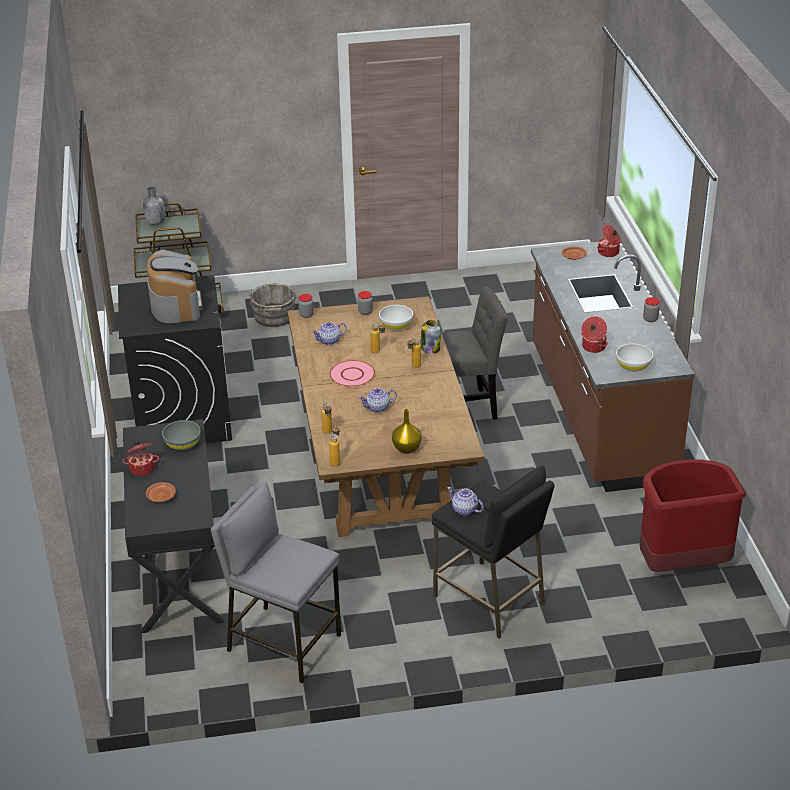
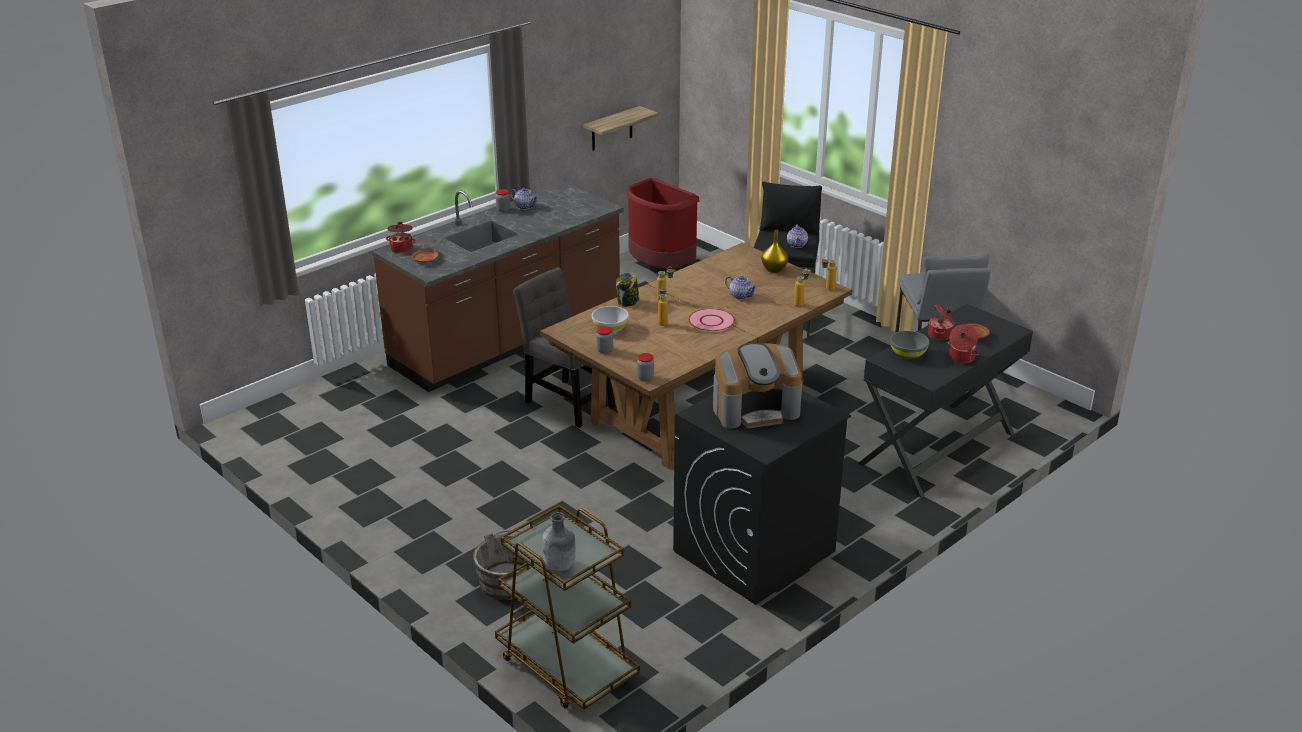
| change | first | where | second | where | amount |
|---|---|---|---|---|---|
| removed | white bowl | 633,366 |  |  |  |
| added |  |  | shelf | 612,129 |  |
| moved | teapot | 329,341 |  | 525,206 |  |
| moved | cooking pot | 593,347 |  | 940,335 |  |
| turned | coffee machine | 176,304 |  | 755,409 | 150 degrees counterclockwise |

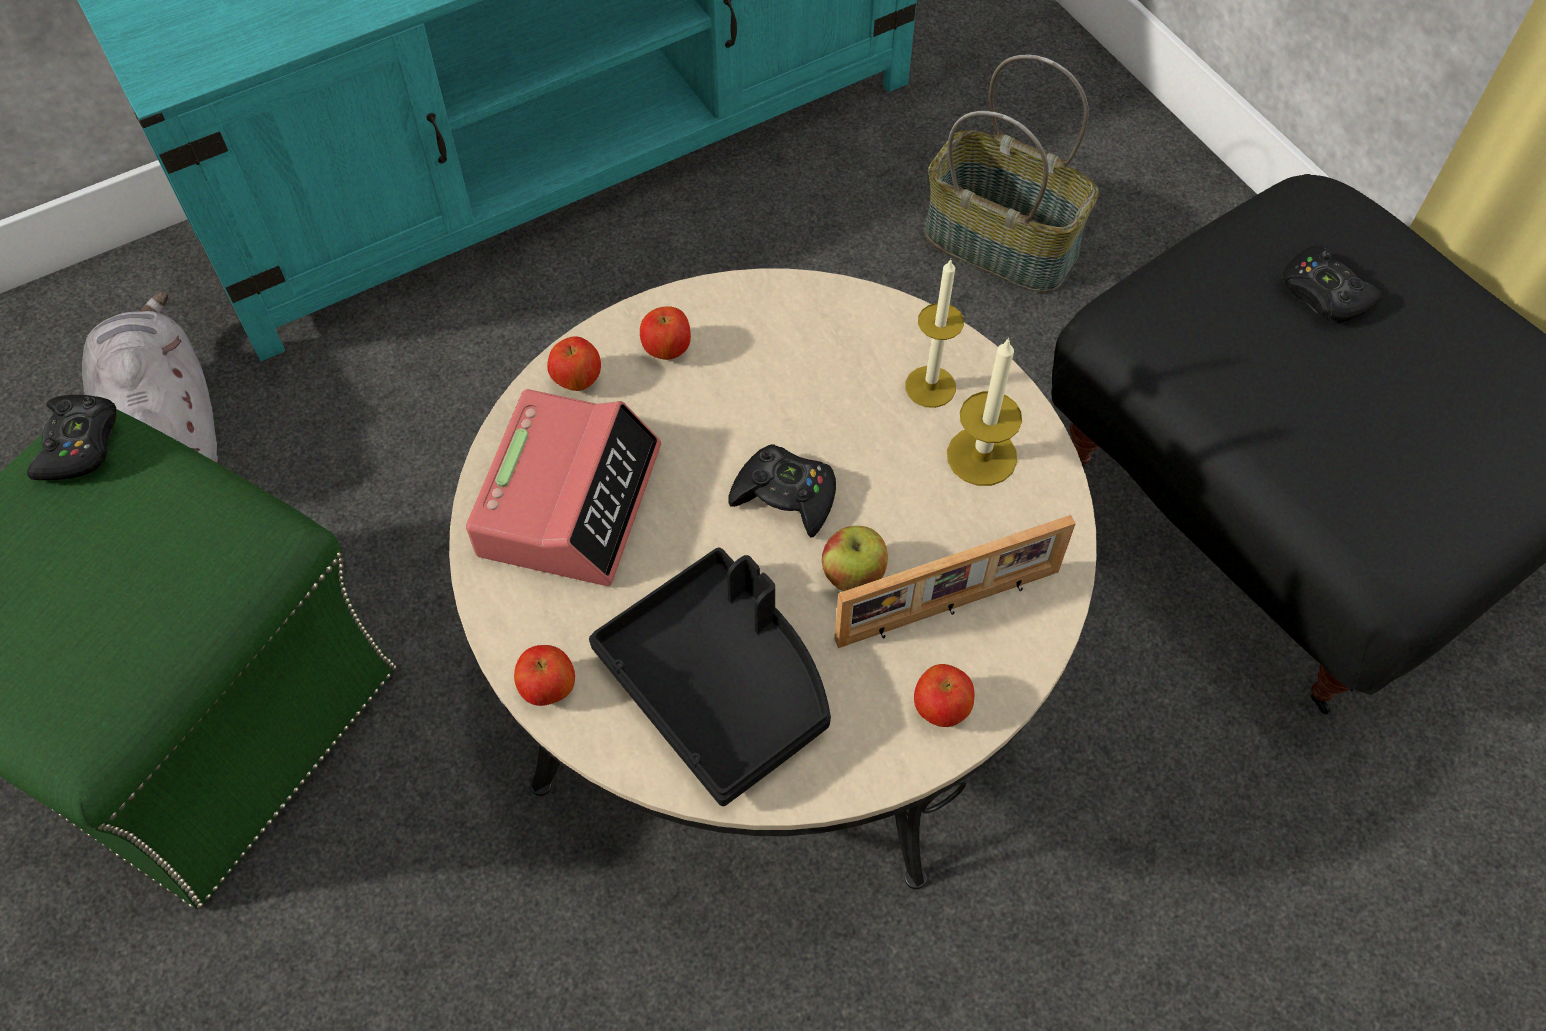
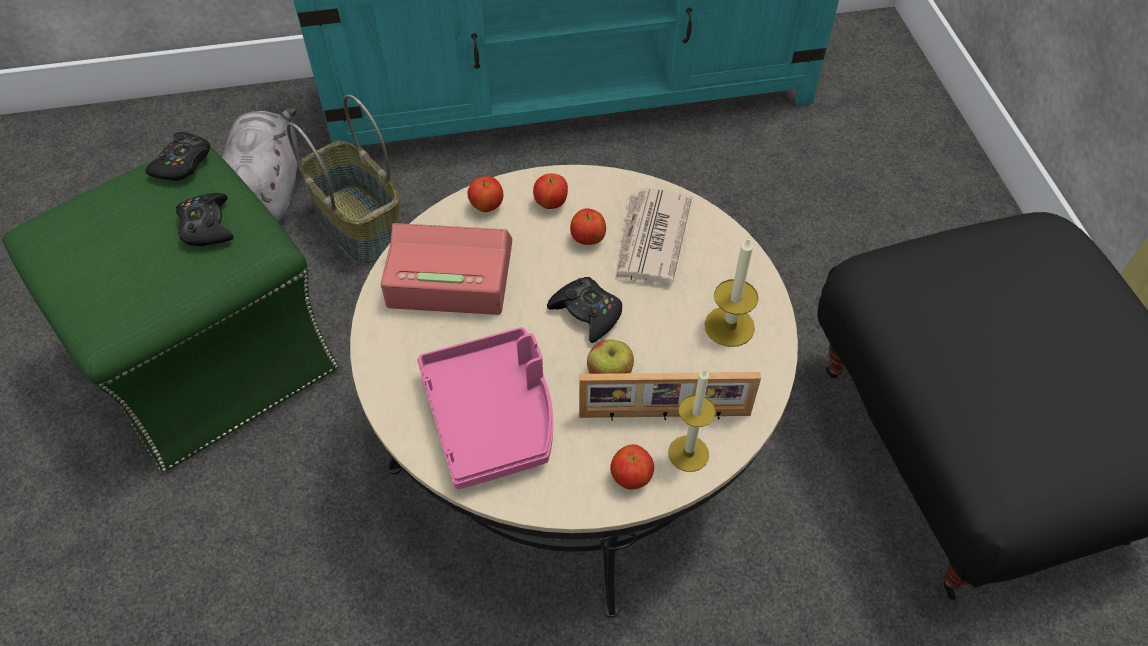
| change | first | where | second | where | amount |
|---|---|---|---|---|---|
| added |  |  | newspaper | 650,240 |  |
| moved | apple | 548,688 |  | 588,239 |  |
| moved | candle | 930,386 |  | 688,453 |  |
| moved | basket | 1003,243 |  | 361,225 |  |
| moved | black game controller | 1324,293 |  | 207,226 |  |
| recoloured | black tray | 720,684 | pink tray | 493,416 |  |
| turned | alarm clock | 569,499 |  | 449,275 | 120 degrees counterclockwise |

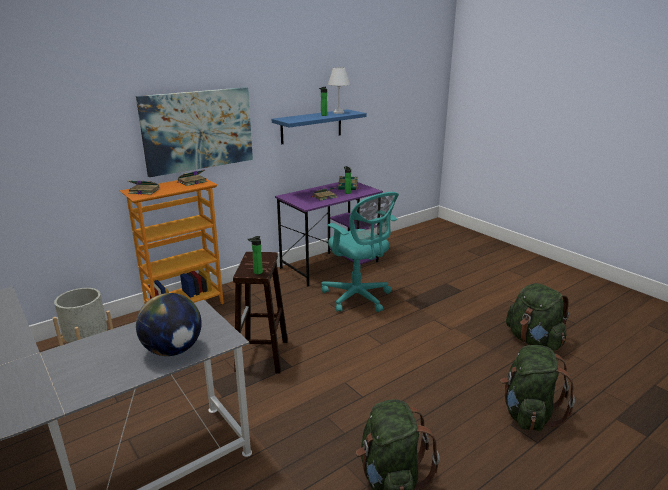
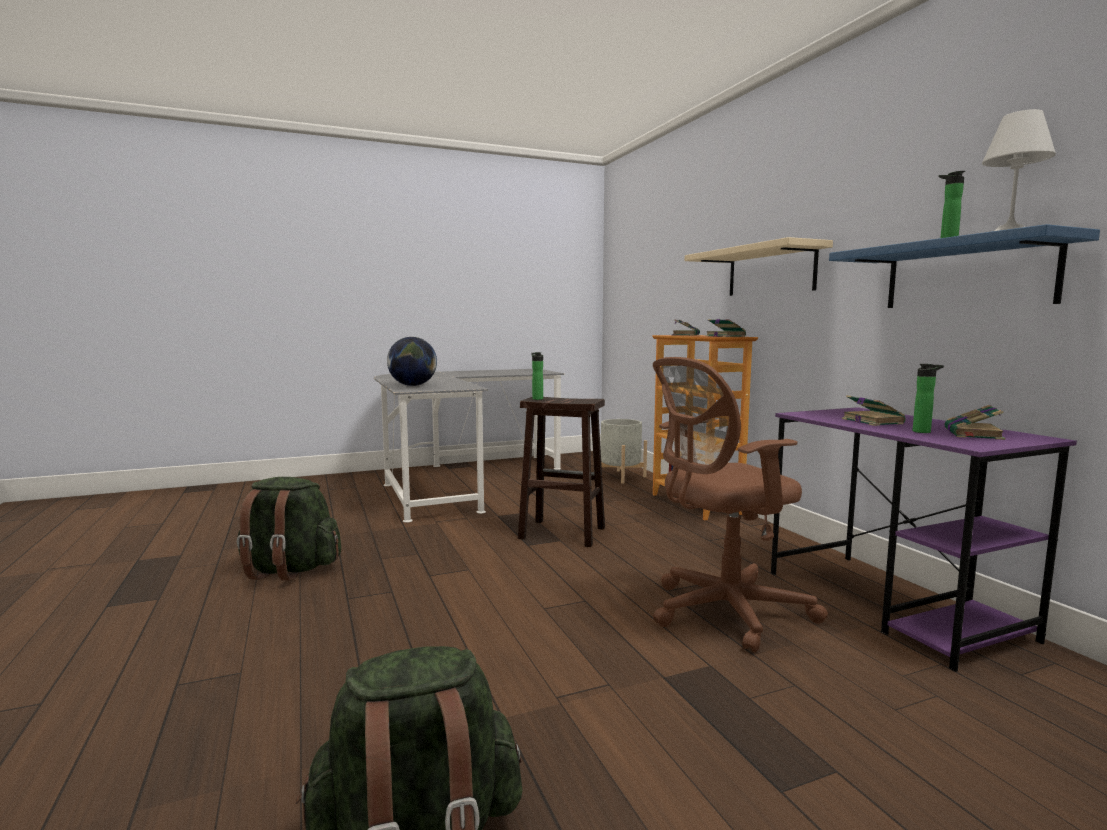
| change | first | where | second | where | amount |
|---|---|---|---|---|---|
| removed | green backpack | 528,414 |  |  |  |
| replaced | picture | 198,130 | beige shelf | 770,271 |  |
| recoloured | turquoise office chair | 358,298 | brown office chair | 722,612 |  |

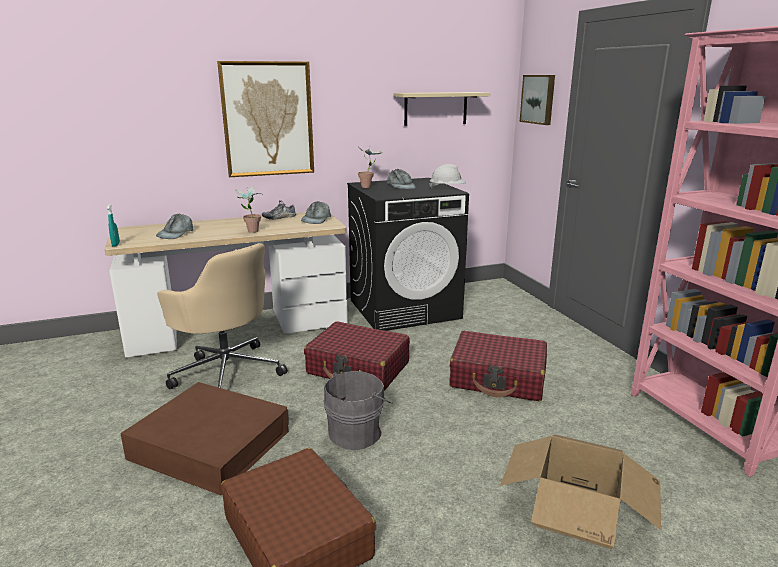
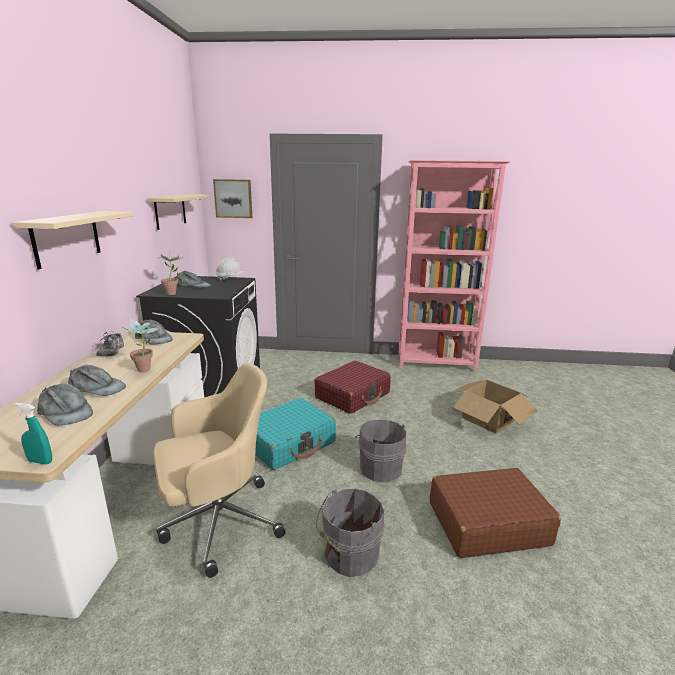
| change | first | where | second | where | amount |
|---|---|---|---|---|---|
| added |  |  | grey cap | 97,388 |  |
| replaced | brown storage box | 210,445 | grey bucket | 349,555 |  |
| replaced | picture | 268,119 | beige shelf | 67,238 |  |
| recoloured | red suitcase | 358,368 | turquoise suitcase | 289,443 |  |

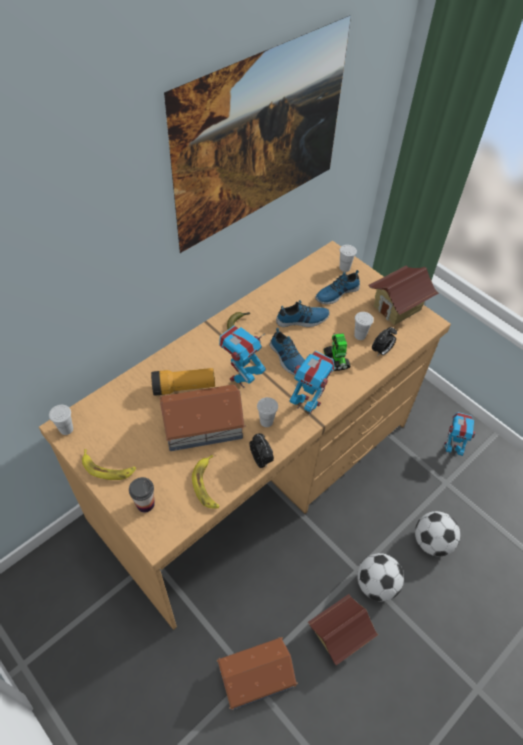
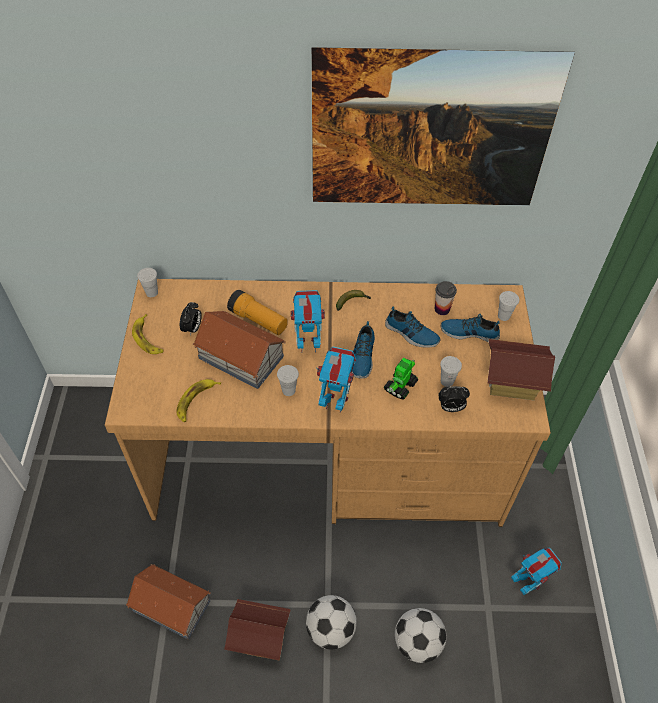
| change | first | where | second | where | amount |
|---|---|---|---|---|---|
| moved | cup | 145,504 |  | 442,309 |  |
| moved | alarm clock | 261,459 |  | 192,329 |  |
| turned | toy robot | 308,404 |  | 335,402 | 60 degrees counterclockwise |

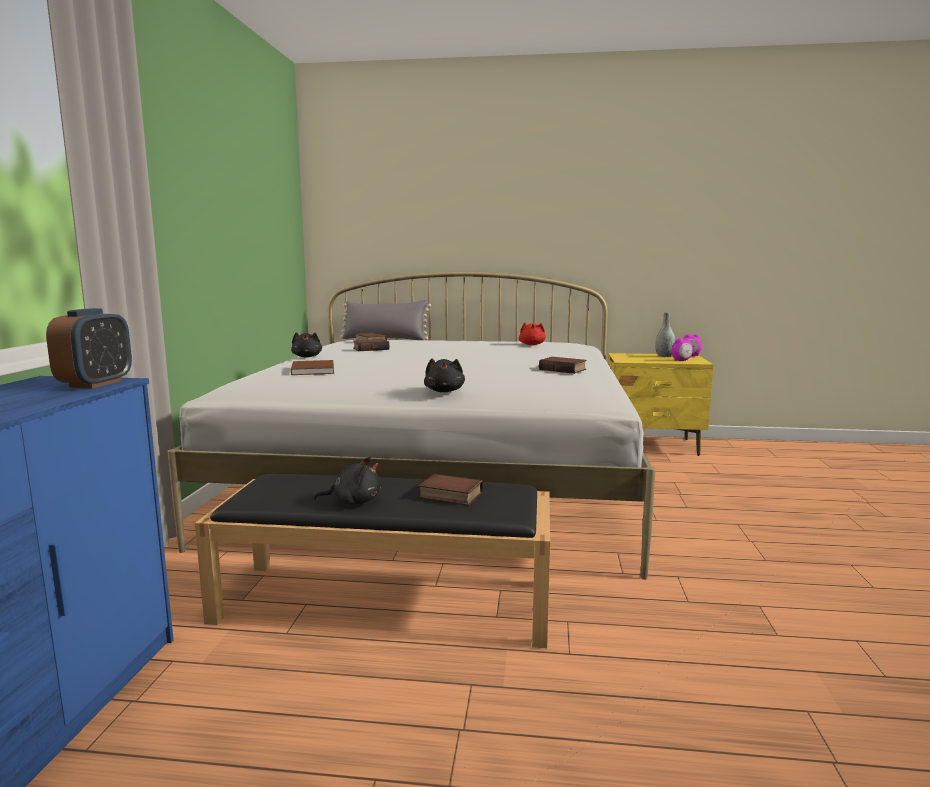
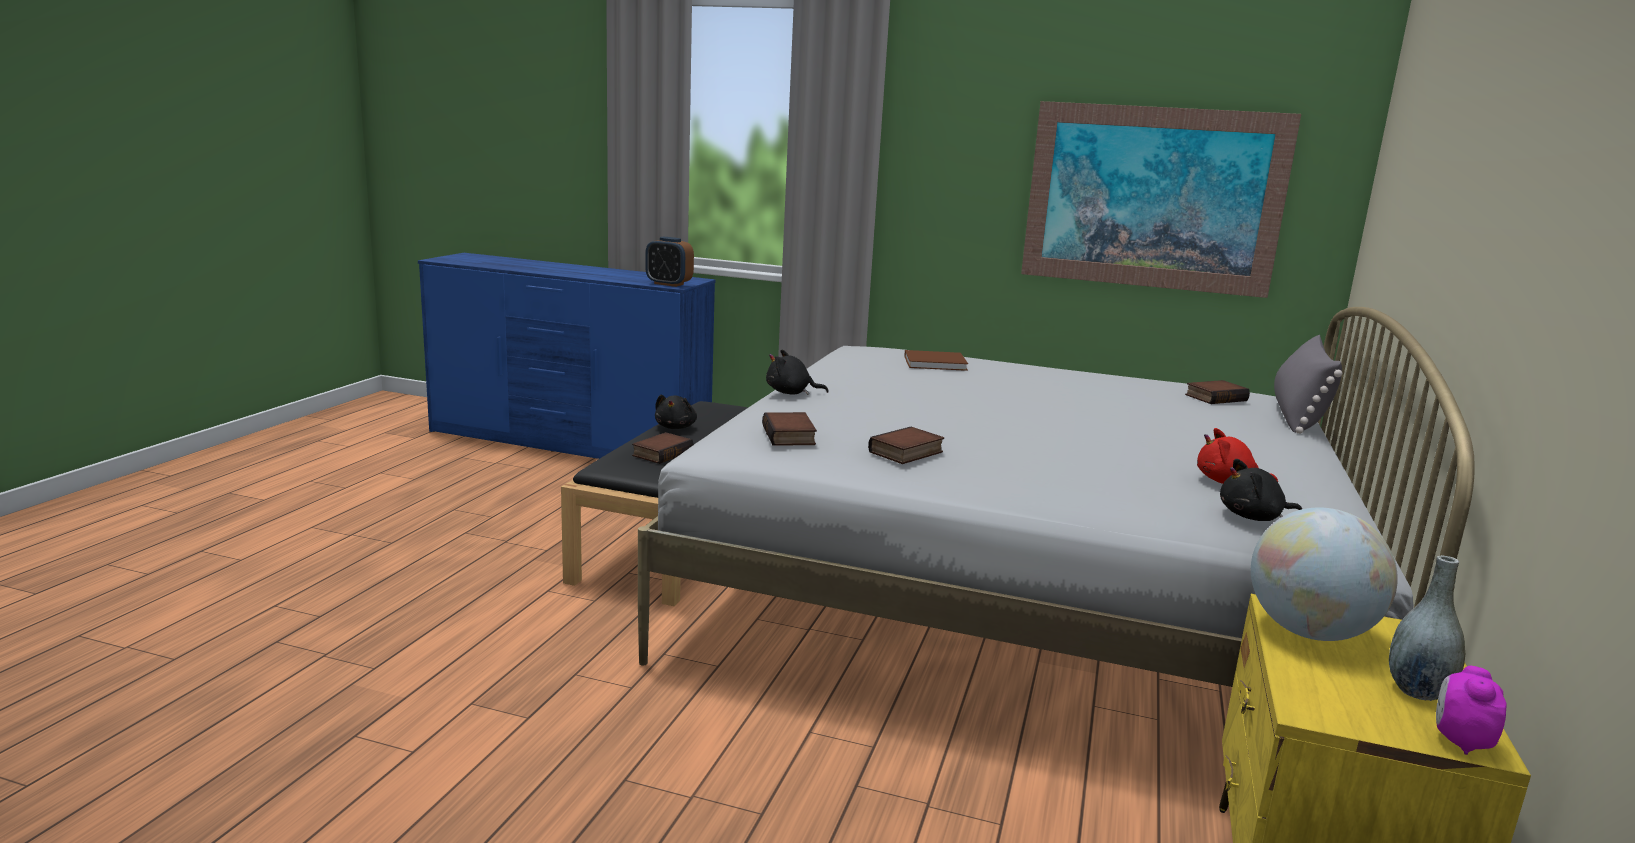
| change | first | where | second | where | amount |
|---|---|---|---|---|---|
| removed | alarm clock | 681,360 |  |  |  |
| added |  |  | picture | 1153,198 |  |
| added |  |  | globe | 1309,632 |  |
| moved | black plush toy | 307,357 |  | 1253,517 |  |
| moved | book | 371,349 |  | 790,436 |  |

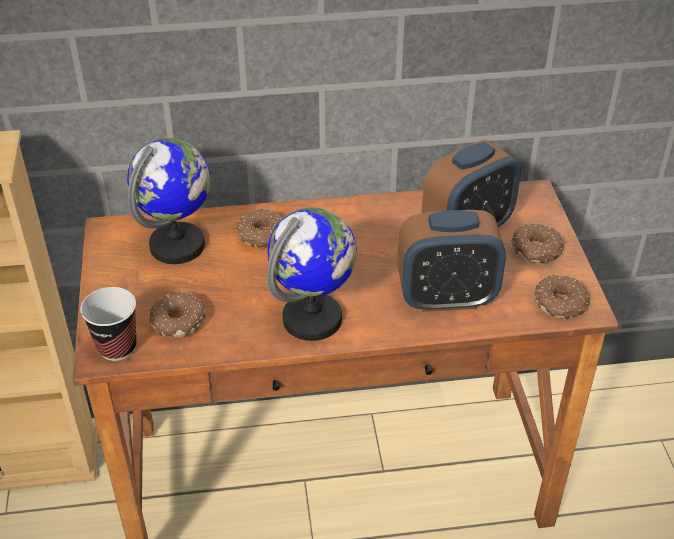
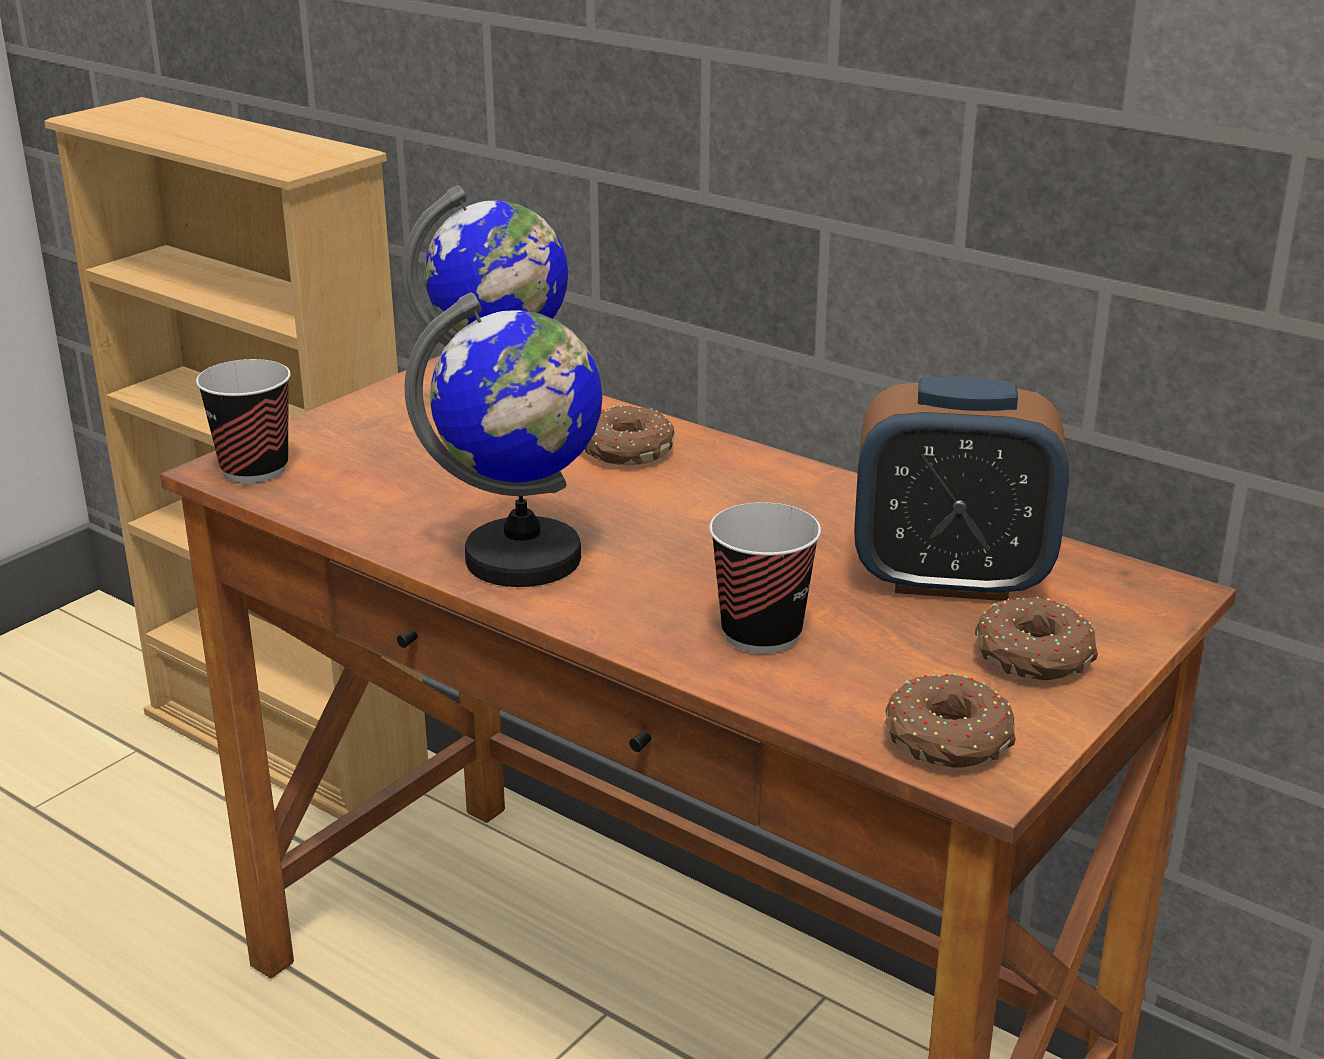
| change | first | where | second | where | amount |
|---|---|---|---|---|---|
| removed | donut | 178,320 |  |  |  |
| replaced | alarm clock | 446,298 | cup | 761,634 |  |

